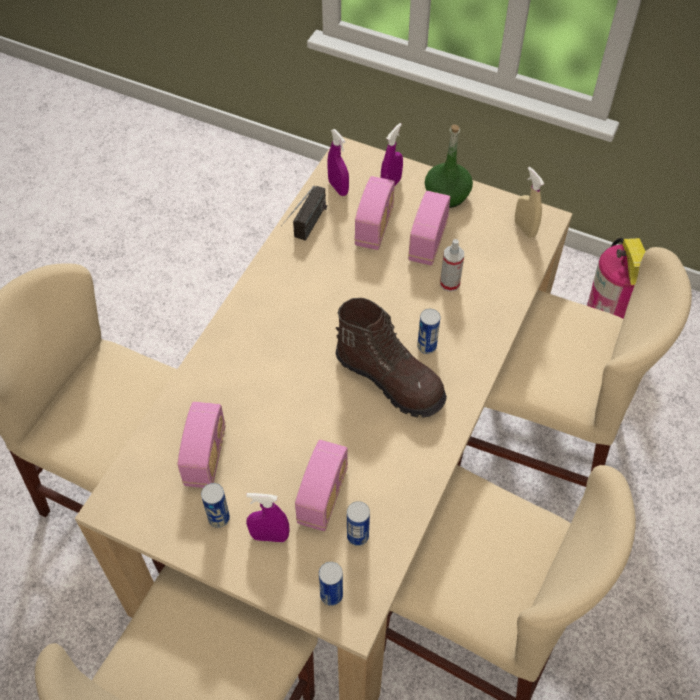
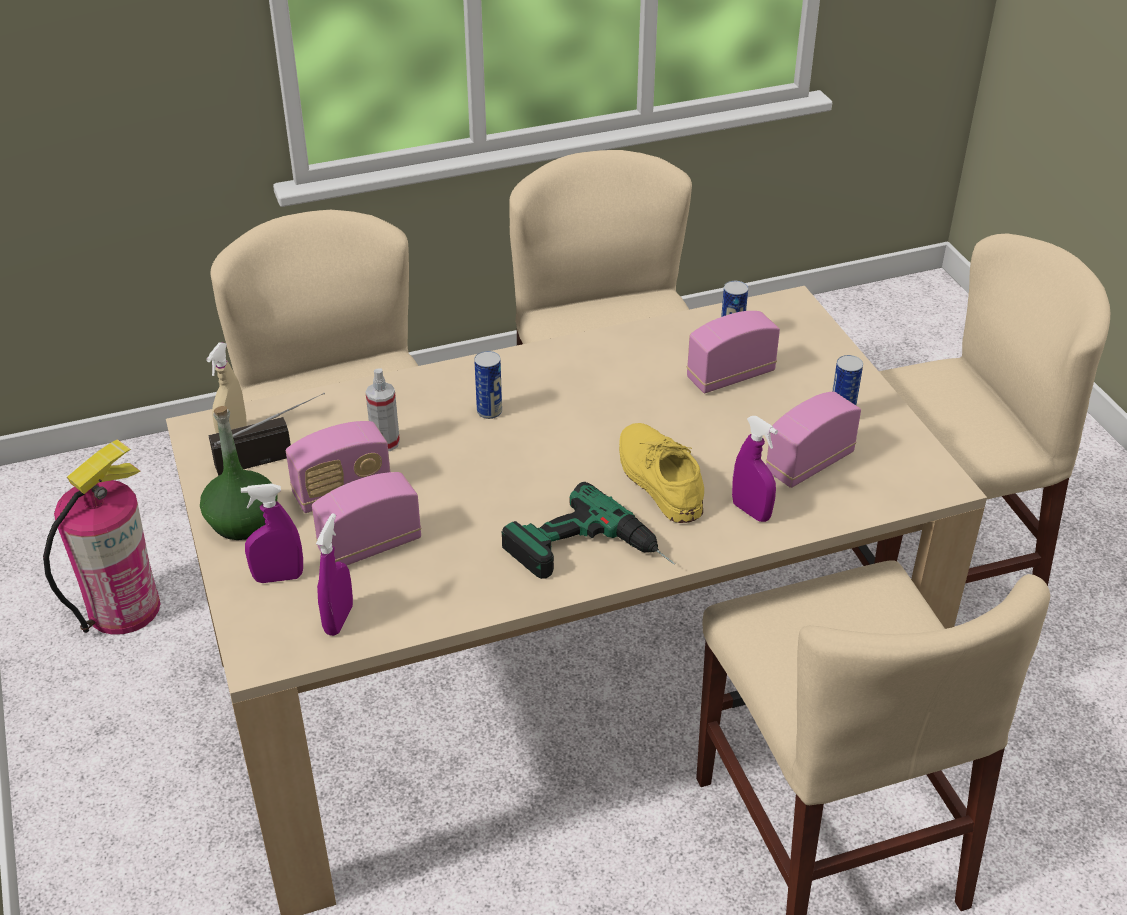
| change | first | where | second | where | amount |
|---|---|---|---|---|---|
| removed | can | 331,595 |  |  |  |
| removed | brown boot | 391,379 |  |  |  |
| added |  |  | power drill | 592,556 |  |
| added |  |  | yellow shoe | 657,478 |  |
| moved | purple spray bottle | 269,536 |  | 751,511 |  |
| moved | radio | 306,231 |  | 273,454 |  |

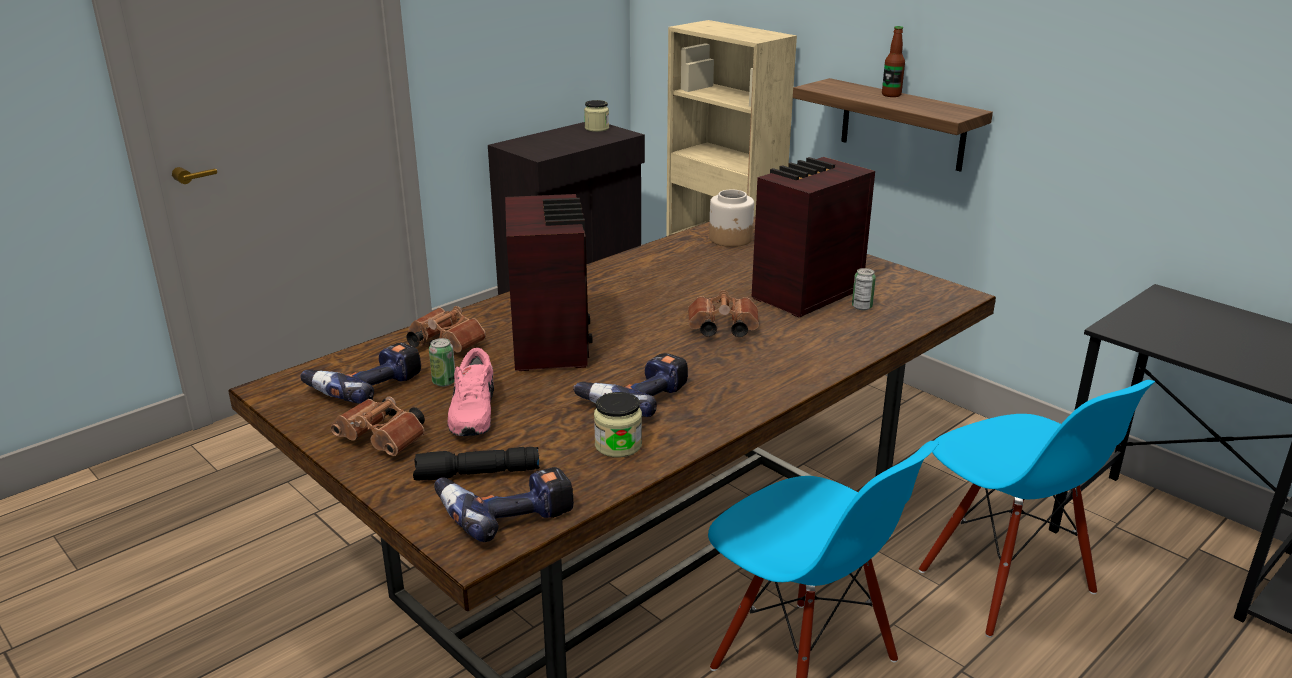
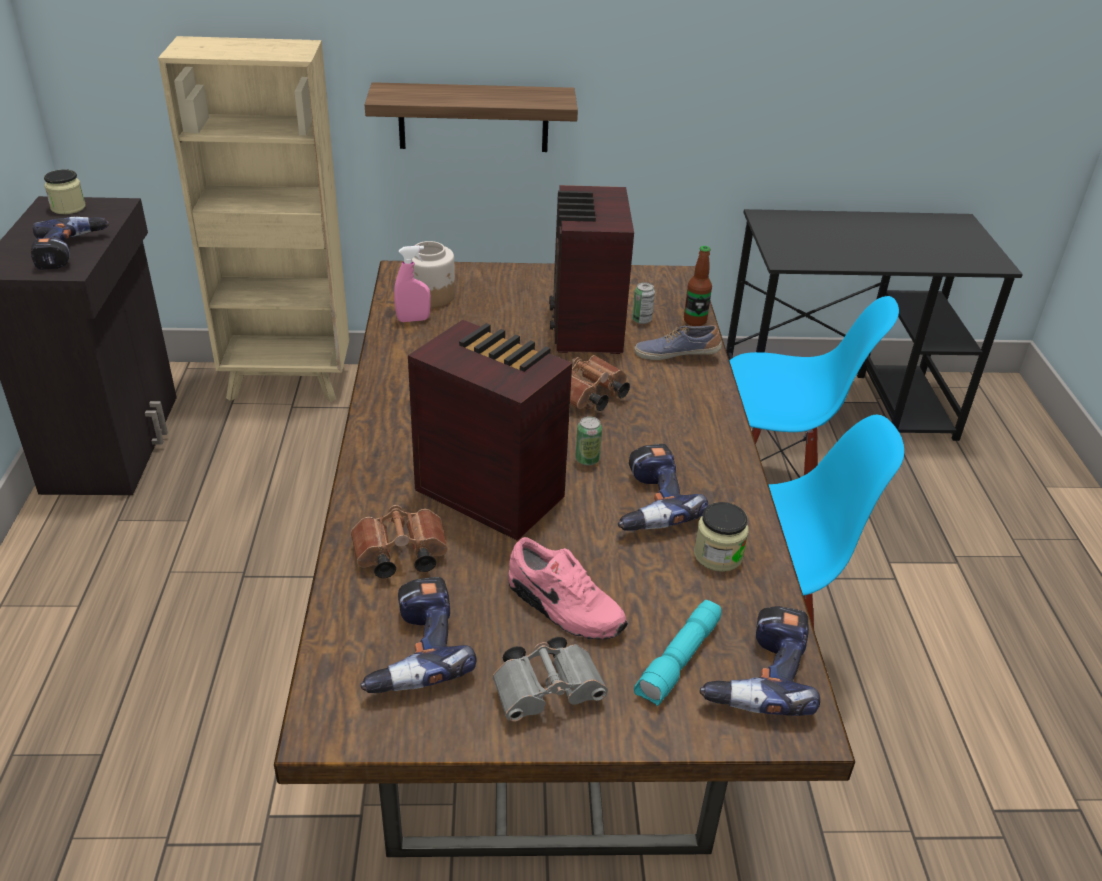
| change | first | where | second | where | amount |
|---|---|---|---|---|---|
| added |  |  | power drill | 70,252 |  |
| added |  |  | pink spray bottle | 413,319 |  |
| added |  |  | shoe | 676,355 |  |
| moved | can | 444,382 |  | 587,459 |  |
| moved | bottle | 891,95 |  | 695,321 |  |
| recoloured | brown binoculars | 384,441 | grey binoculars | 549,692 |  |
| recoloured | black flashlight | 476,474 | turquoise flashlight | 679,662 |  |

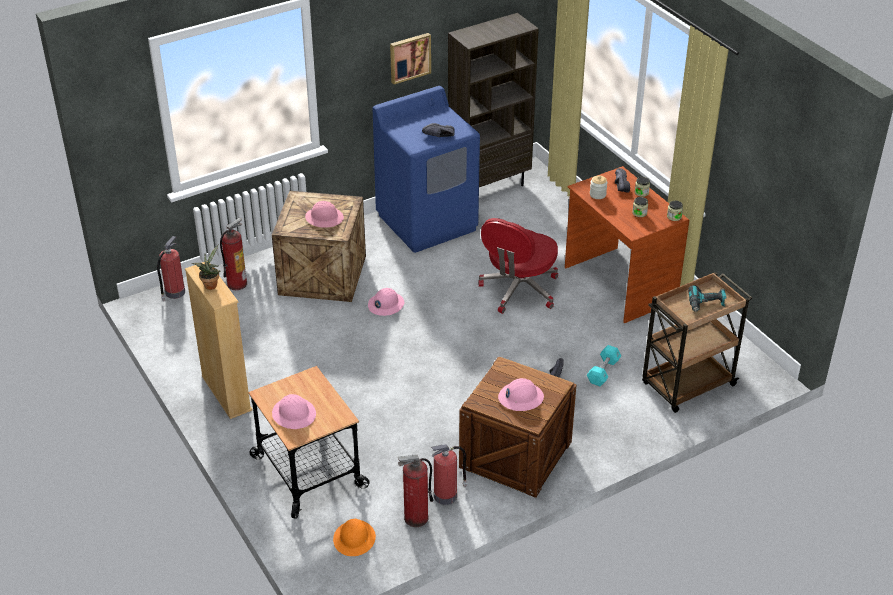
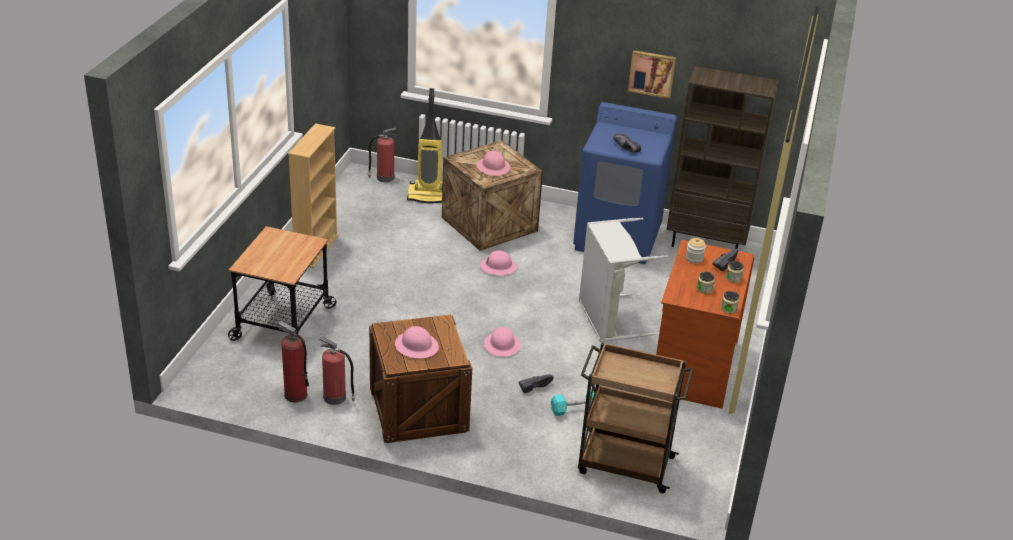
| change | first | where | second | where | amount |
|---|---|---|---|---|---|
| removed | potted plant | 210,284 |  |  |  |
| removed | orange hard hat | 354,539 |  |  |  |
| removed | power drill | 706,304 |  |  |  |
| moved | pink hard hat | 294,414 |  | 502,345 |  |
| replaced | fire extinguisher | 237,283 | vacuum cleaner | 429,196 |  |
| replaced | red office chair | 519,290 | grey laundry basket | 607,319 |  |

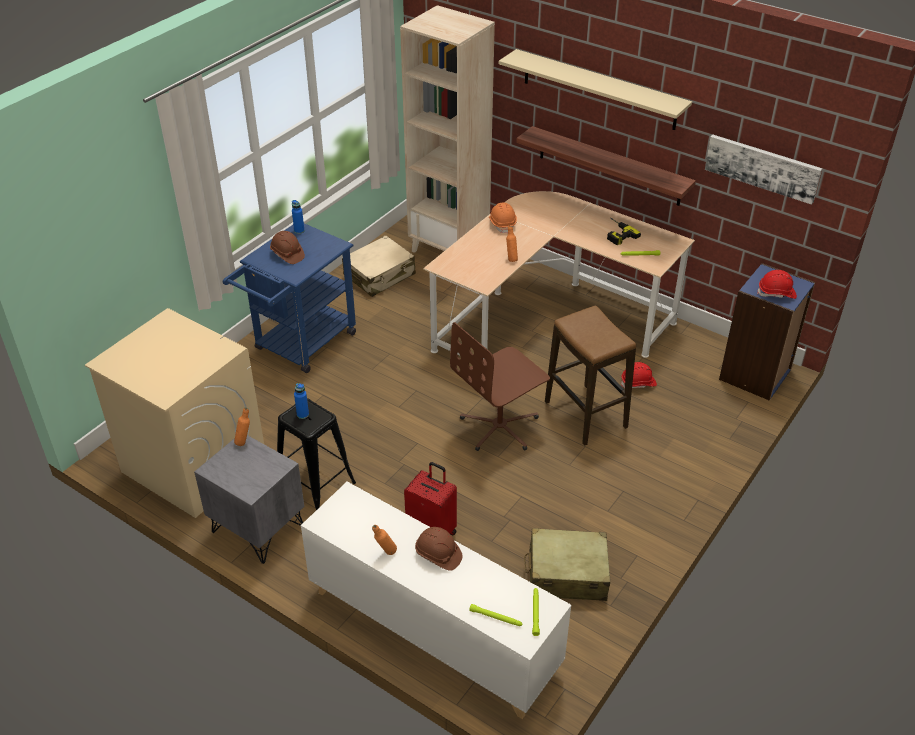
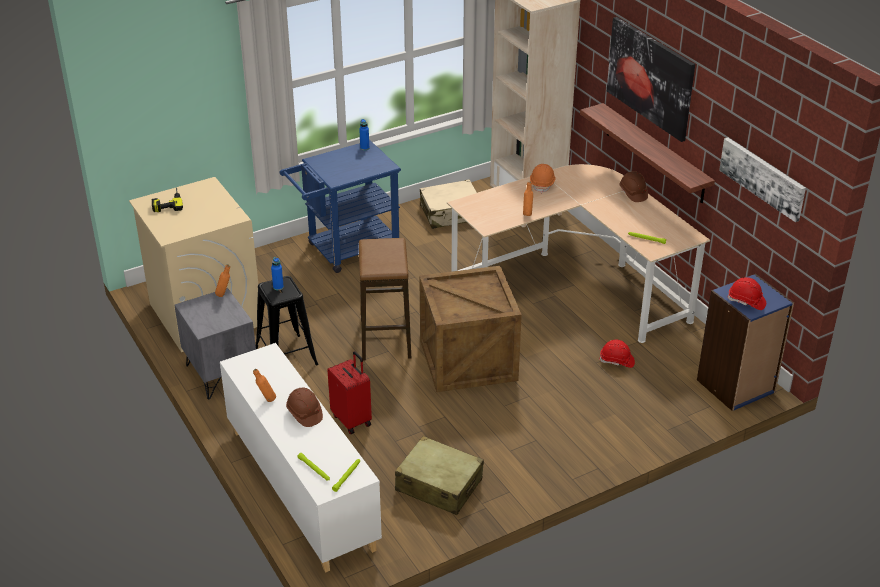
| change | first | where | second | where | amount |
|---|---|---|---|---|---|
| moved | brown hard hat | 287,254 |  | 633,193 |  |
| moved | stool | 586,415 |  | 385,339 |  |
| moved | power drill | 616,233 |  | 167,202 |  |
| replaced | brown office chair | 500,427 | crate | 466,359 |  |
| replaced | beige shelf | 599,89 | picture | 650,77 |  |

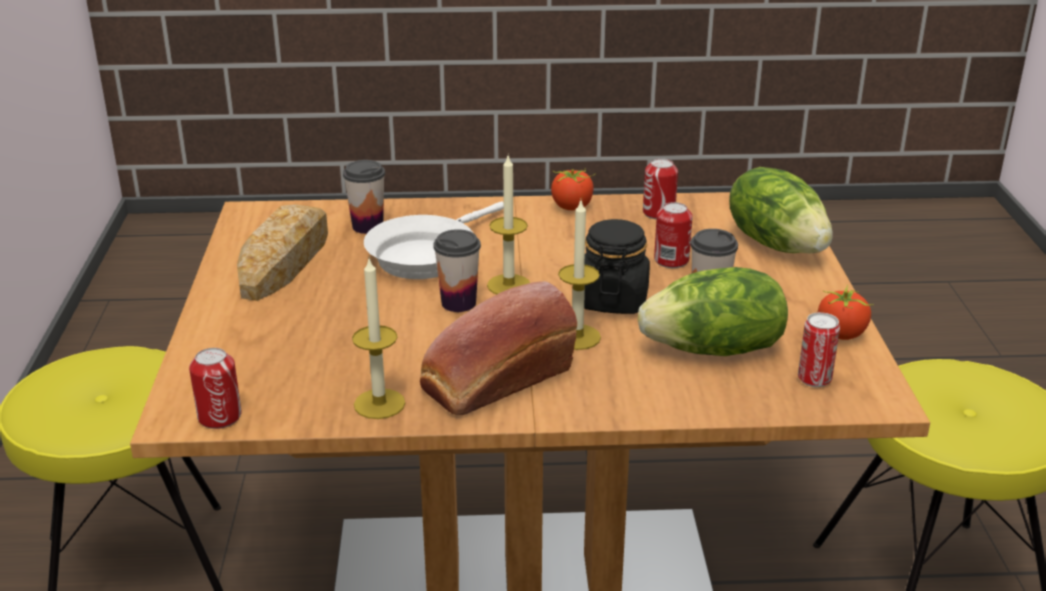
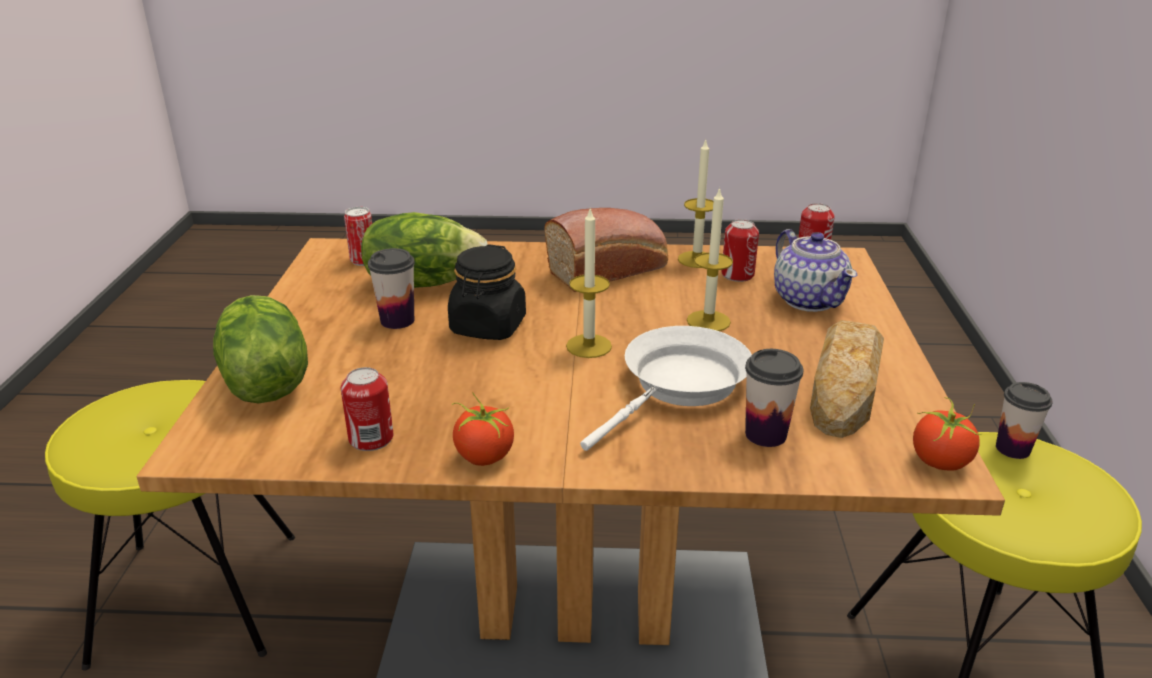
| change | first | where | second | where | amount |
|---|---|---|---|---|---|
| added |  |  | teapot | 809,299 |  |
| moved | cup | 458,303 |  | 1012,449 |  |
| moved | candle | 577,337 |  | 708,321 |  |
| moved | can | 671,260 |  | 737,275 |  |
| moved | tomato | 841,334 |  | 940,461 |  |

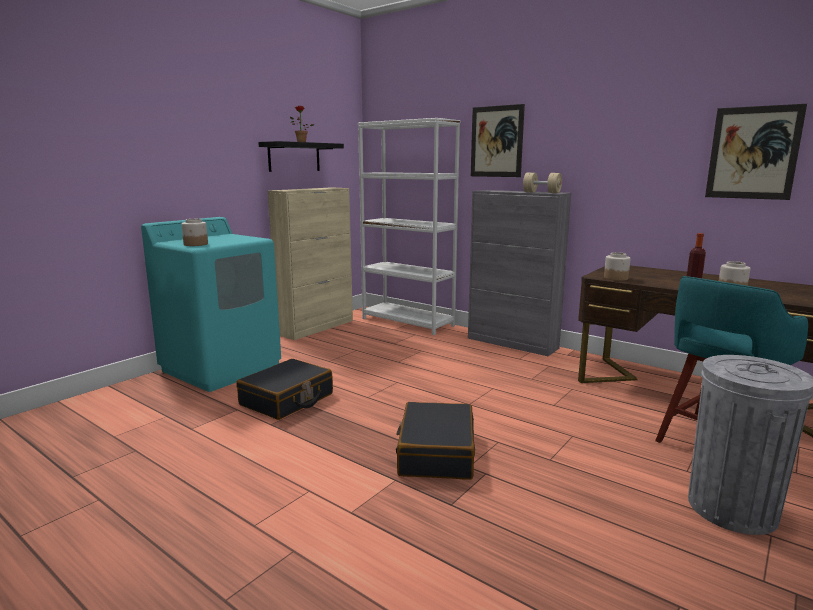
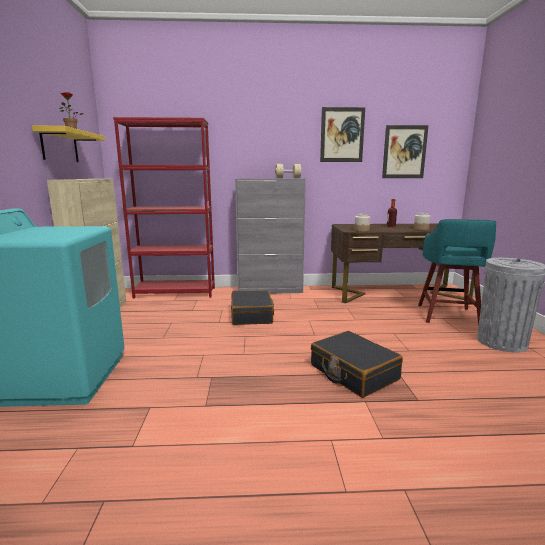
| change | first | where | second | where | amount |
|---|---|---|---|---|---|
| removed | jar | 196,244 |  |  |  |
| moved | black suitcase | 287,400 |  | 252,315 |  |
| moved | picture | 496,141 |  | 342,135 |  |
| recoloured | black shelf | 294,157 | yellow shelf | 60,146 |  |
| recoloured | white bookcase | 408,322 | red bookcase | 175,292 |  |

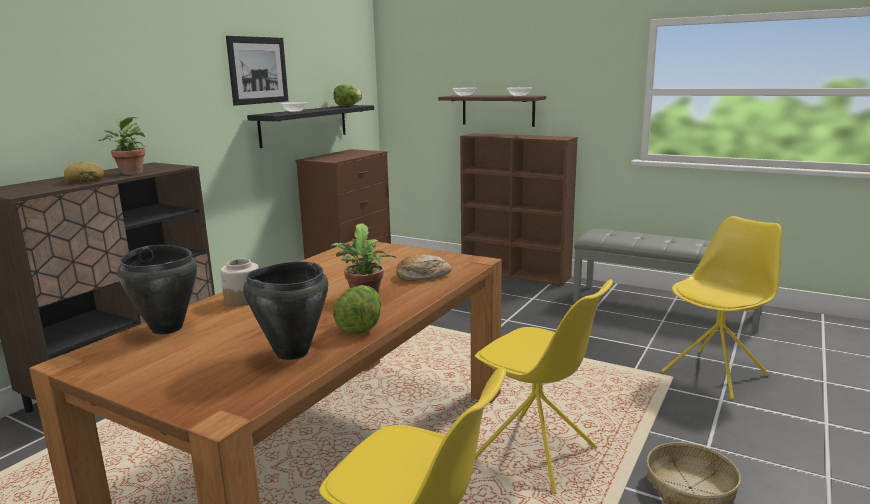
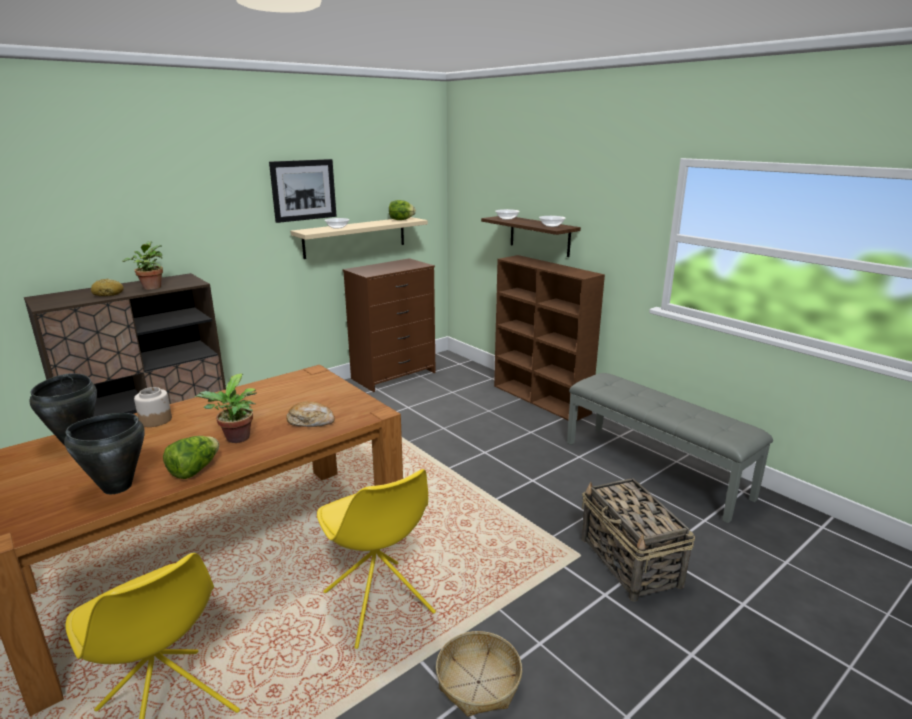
| change | first | where | second | where | amount |
|---|---|---|---|---|---|
| replaced | yellow chair | 716,373 | basket | 630,562 |  |
| recoloured | black shelf | 304,125 | beige shelf | 355,237 |  |

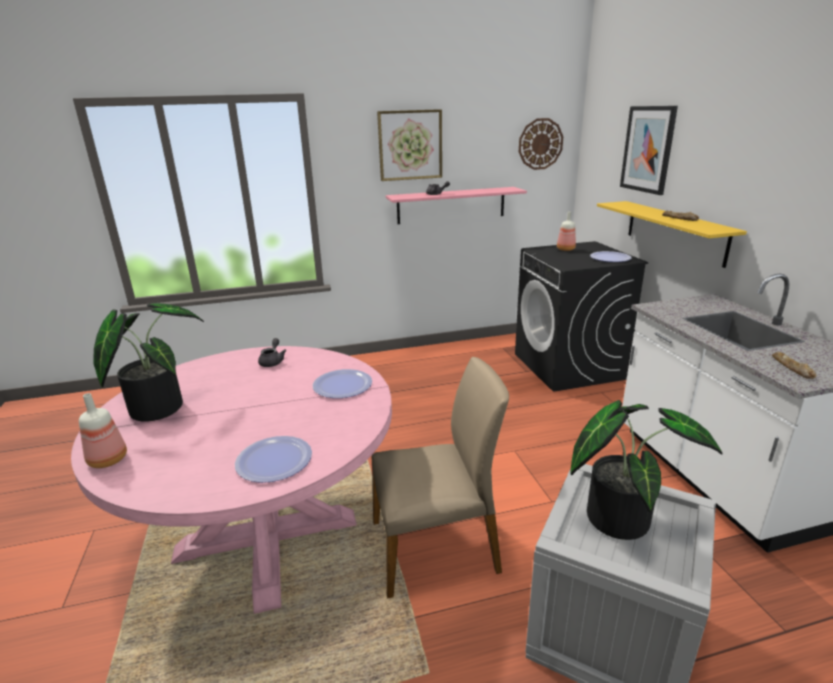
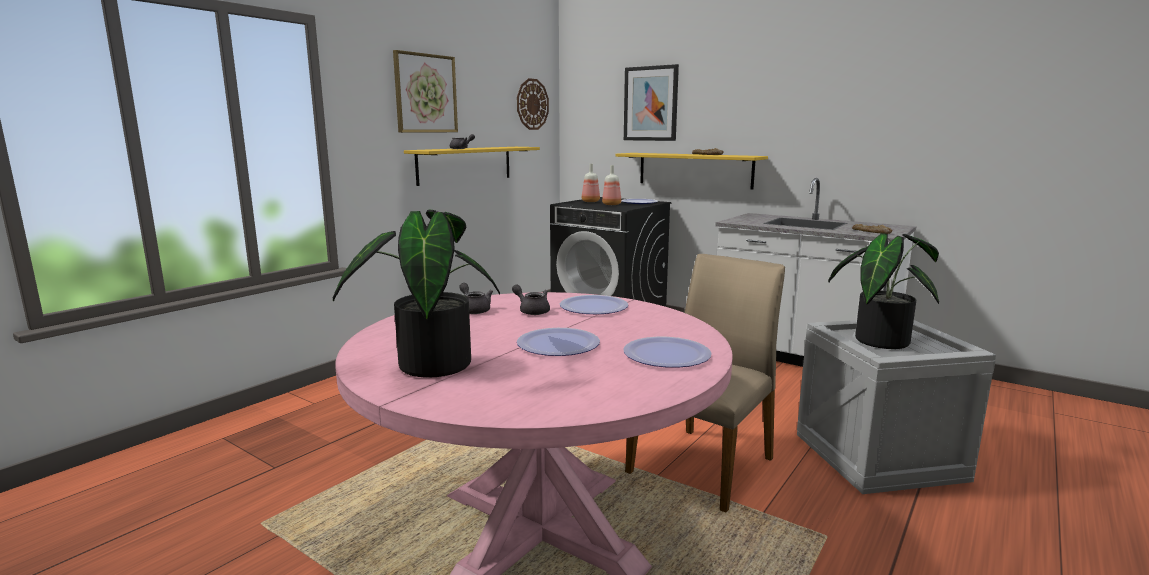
| change | first | where | second | where | amount |
|---|---|---|---|---|---|
| added |  |  | grey teapot | 532,311 |  |
| added |  |  | plate | 558,344 |  |
| moved | bottle | 109,460 |  | 612,204 |  |
| recoloured | pink shelf | 451,205 | yellow shelf | 465,164 |  |

